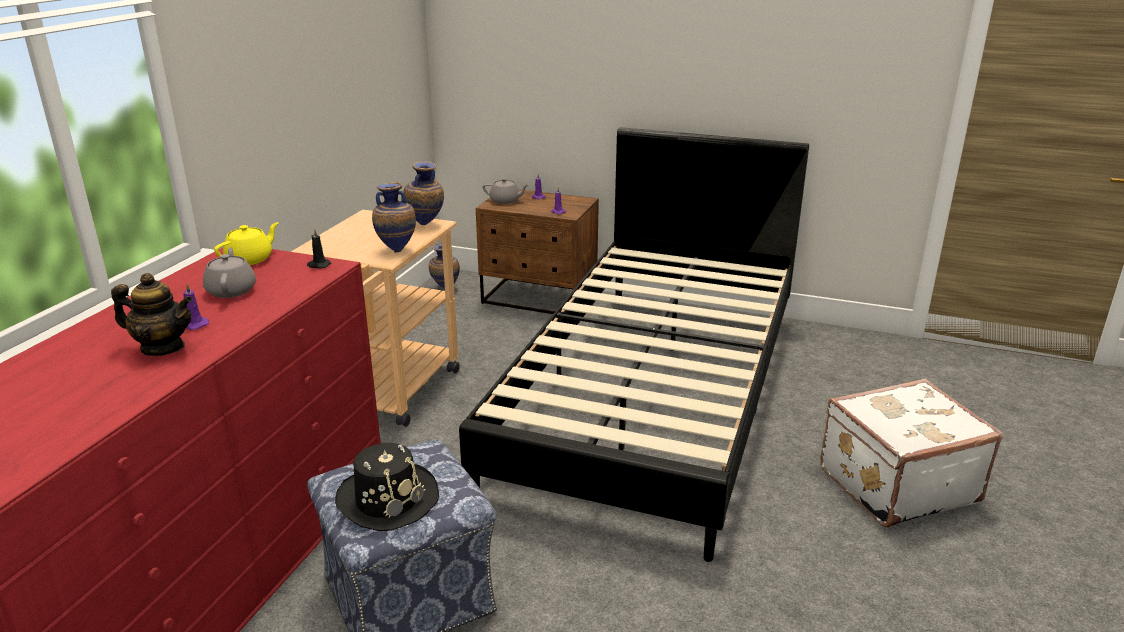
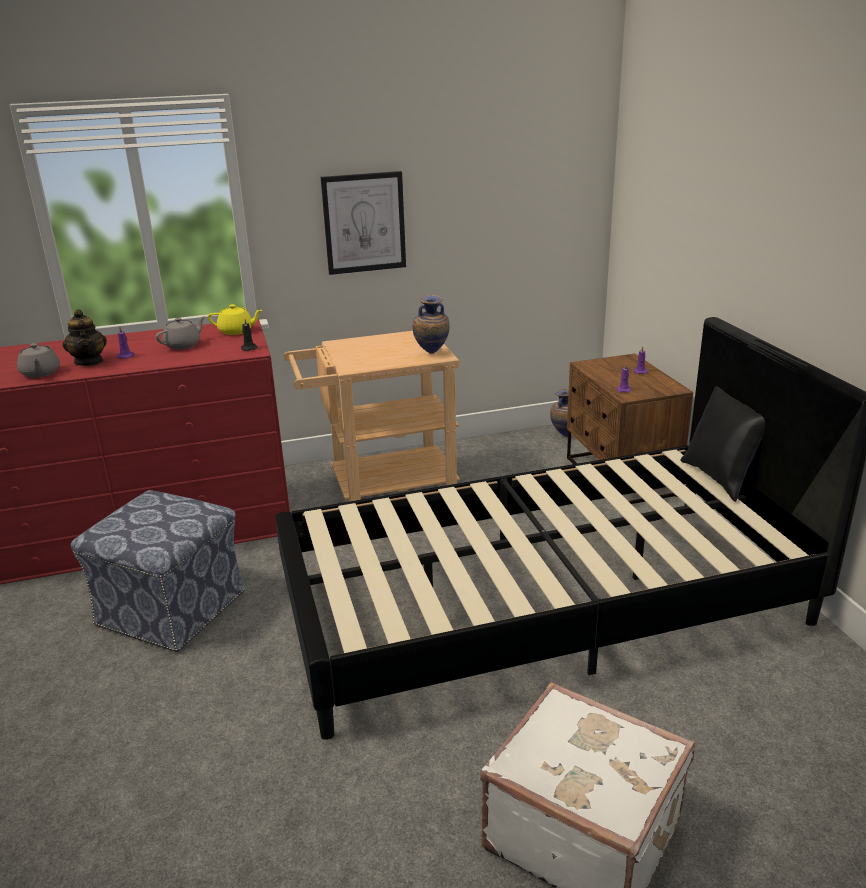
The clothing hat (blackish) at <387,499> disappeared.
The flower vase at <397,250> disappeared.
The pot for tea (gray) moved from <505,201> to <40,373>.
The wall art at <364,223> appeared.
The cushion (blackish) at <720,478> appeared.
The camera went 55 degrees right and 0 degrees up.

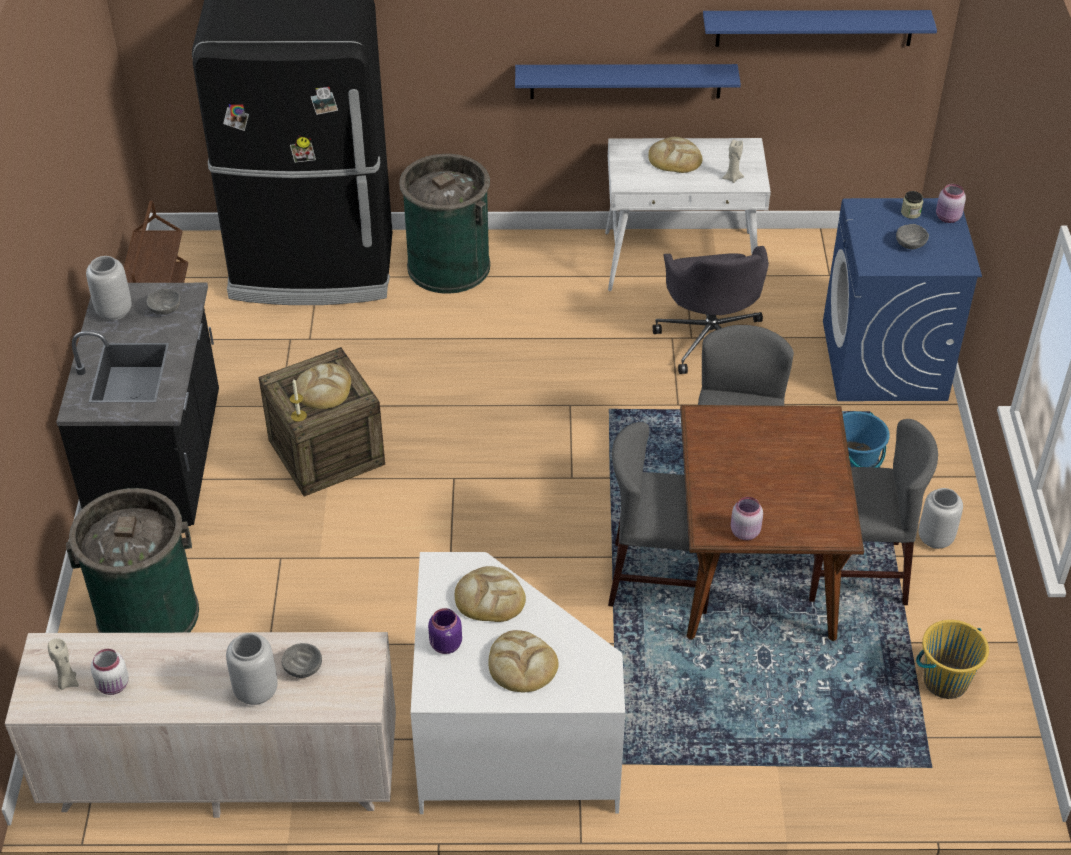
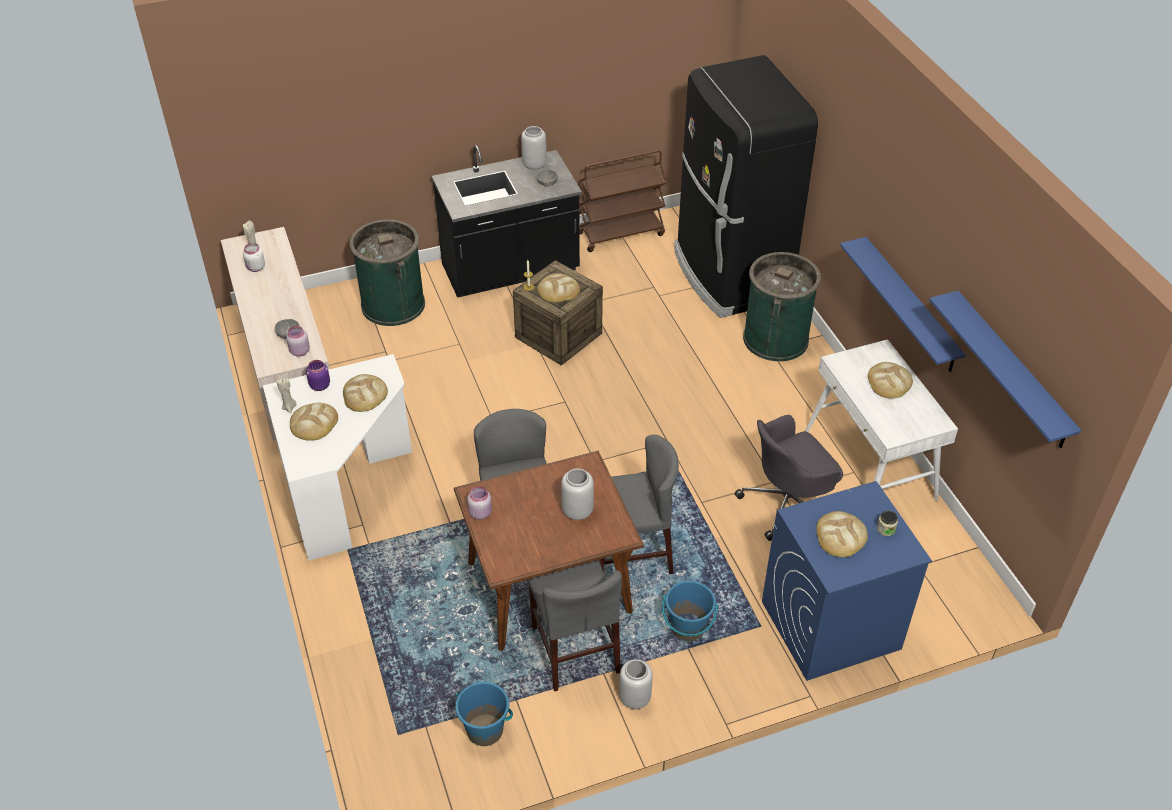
The flower vase (gray) moved from <255,692> to <577,511>.
The candle (beige-coloured) moved from <732,178> to <289,407>.
The bowl (gray) at <910,244> was replaced by the bread at <840,536>.
The bucket (yellow-coloured) at <945,681> became the bucket (bluish) at <485,730>.
The preserve jar (pink-coloured) moved from <947,218> to <299,351>.
The camera went 70 degrees right and 0 degrees up.

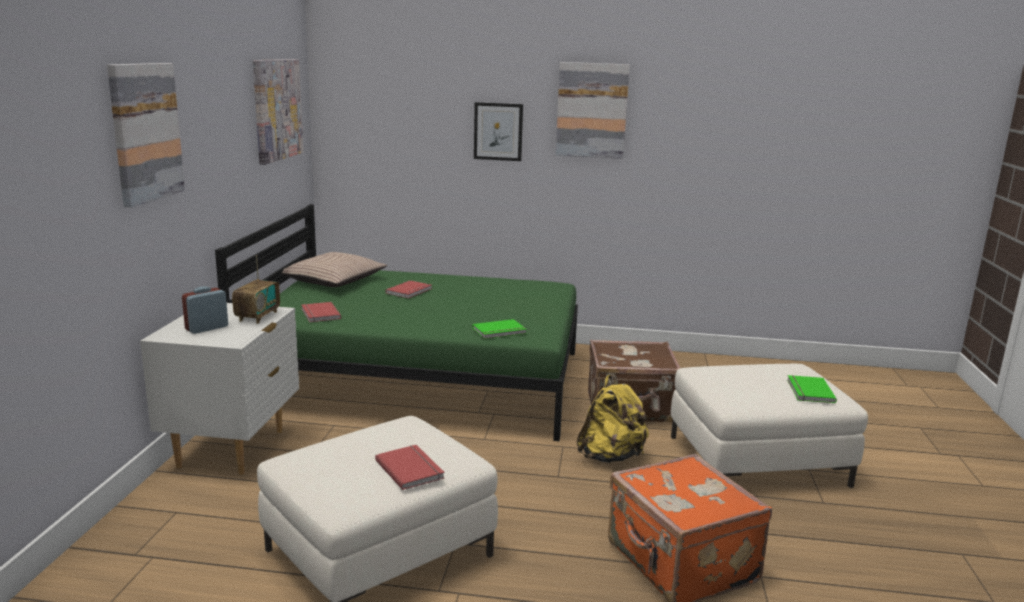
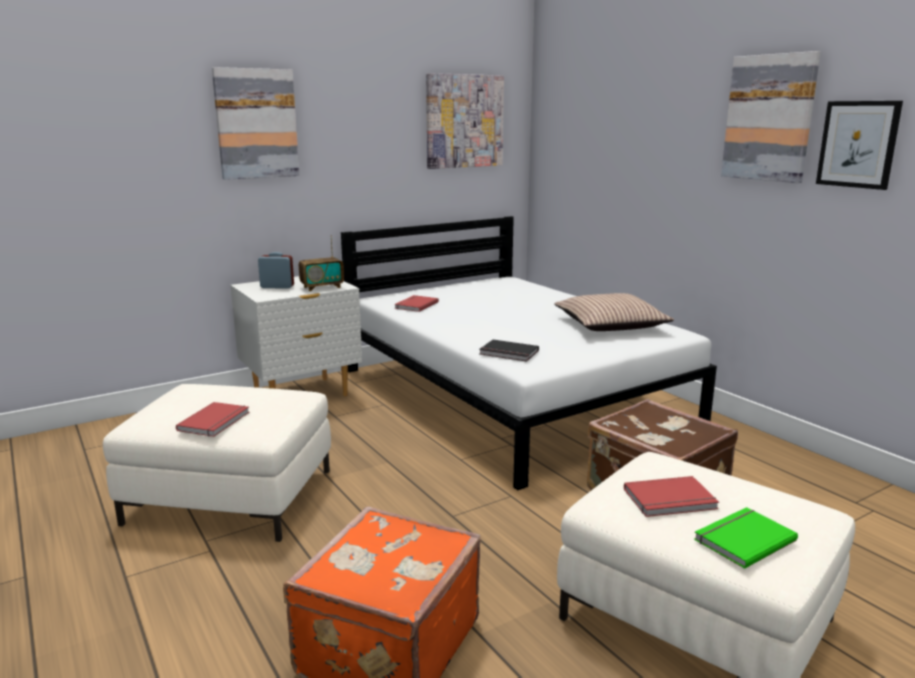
The bed (greenish) at <419,378> became the bed (white) at <512,395>.
The cushion moved from <333,280> to <610,325>.
The volume (red-coloured) moved from <410,291> to <671,500>.
The volume (greenish) at <500,331> became the volume (blackish) at <508,353>.
The wall art moved from <498,131> to <858,144>.
The rucksack (yellow-coloured) at <611,456> disappeared.
The camera went 50 degrees right and 0 degrees up.

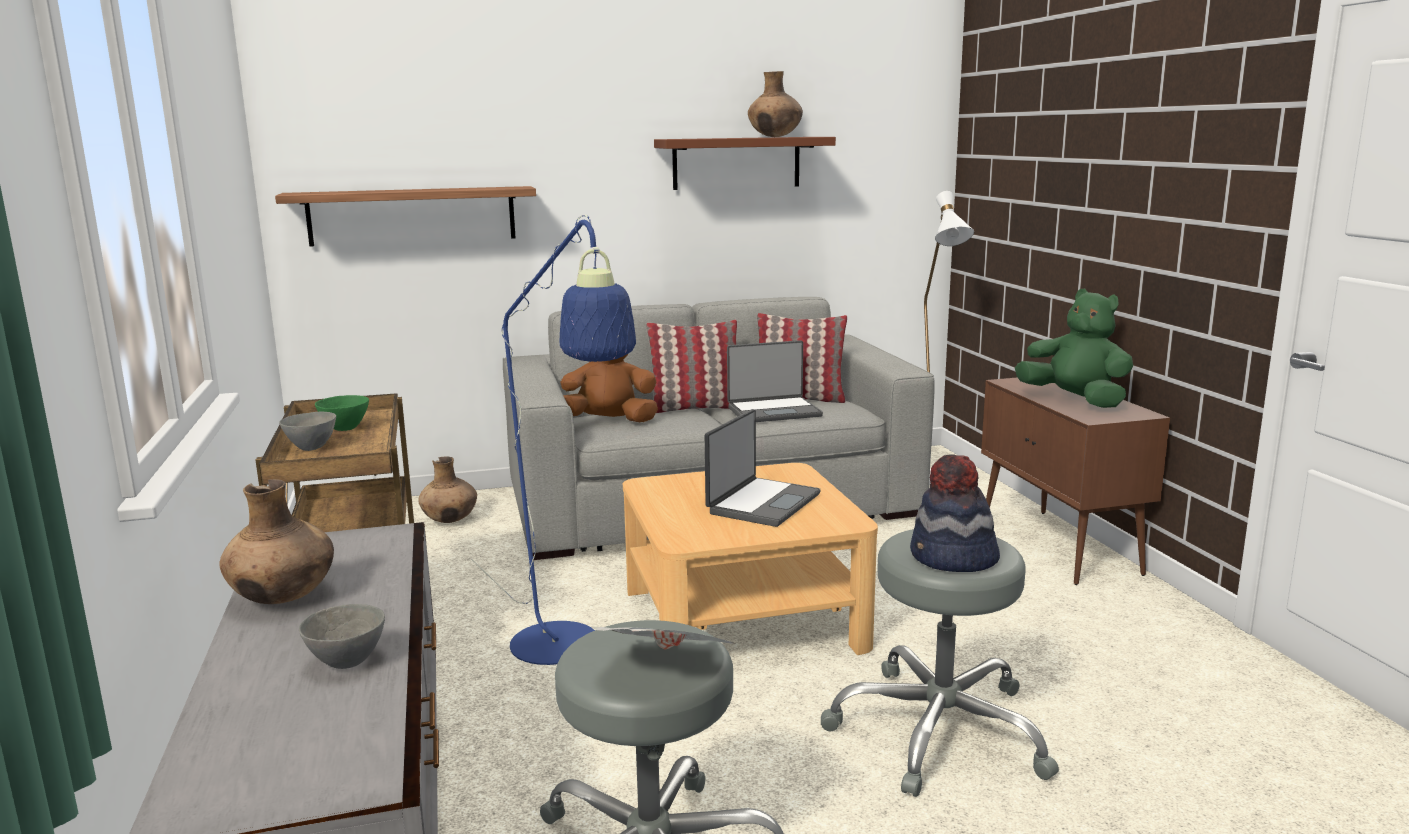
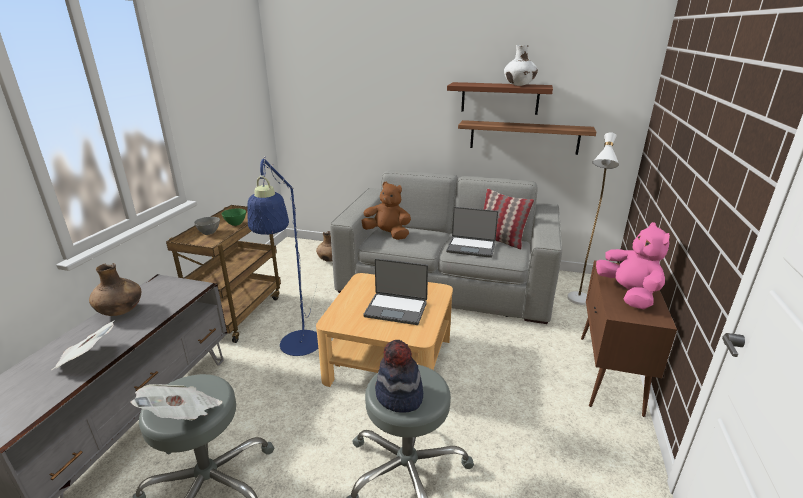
The bracket shelf moved from <412,216> to <524,137>.
The bowl (gray) at <346,662> was replaced by the printed paper at <89,358>.
The cushion at <695,408> disappeared.
The portable computer at <762,503> turned 45 degrees clockwise.
The flower vase (brownish) at <775,137> became the flower vase (white) at <519,85>.
The soft toy (greenish) at <1075,400> became the soft toy (pink-coloured) at <628,294>.
The camera went 30 degrees right and 10 degrees up.

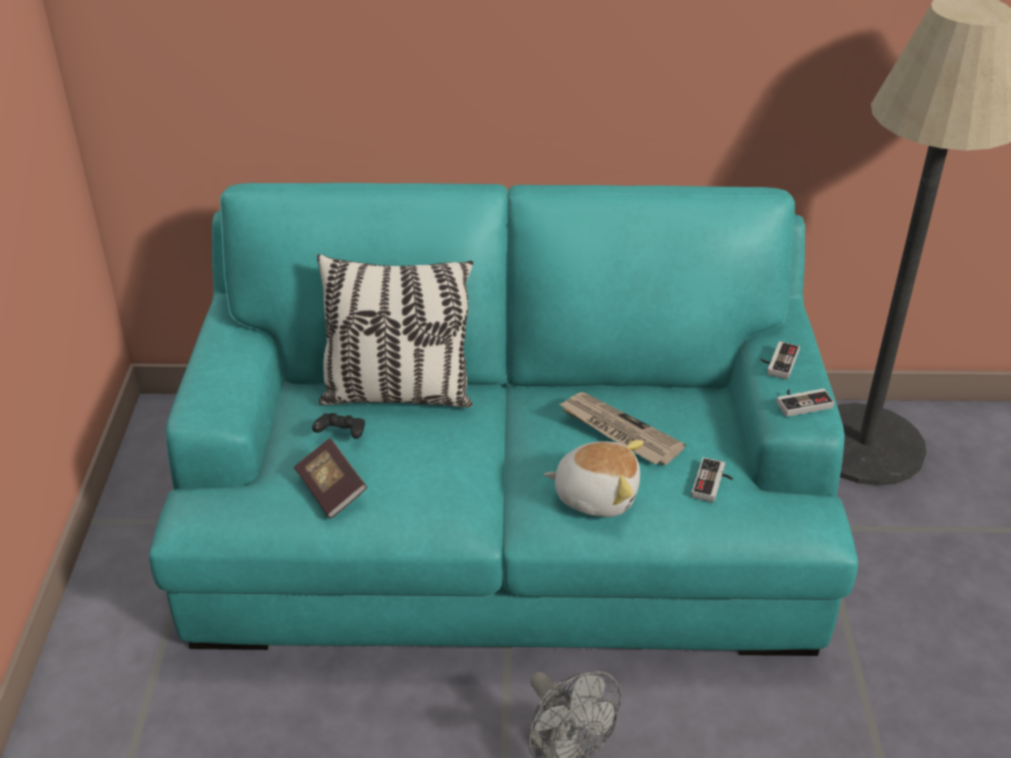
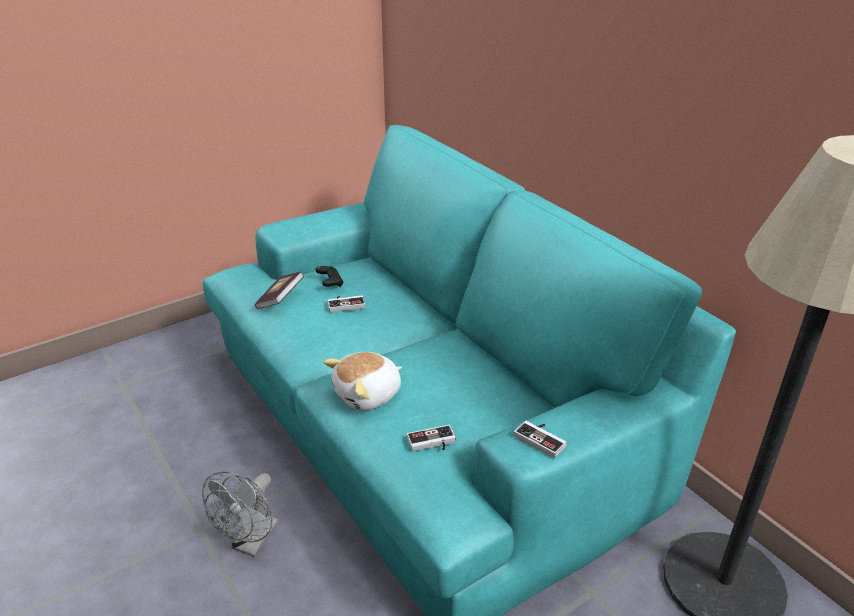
The cushion at <397,394> disappeared.
The soft toy at <596,495> turned 75 degrees clockwise.
The printed paper at <618,431> disappeared.
The joypad moved from <777,362> to <346,304>.
The camera went 55 degrees right and 5 degrees down.

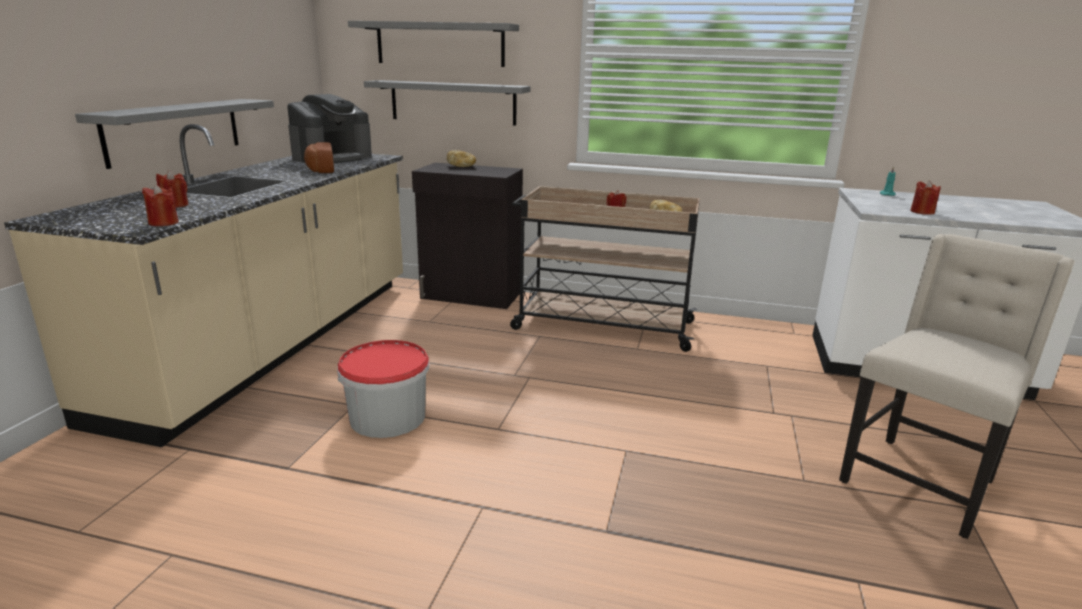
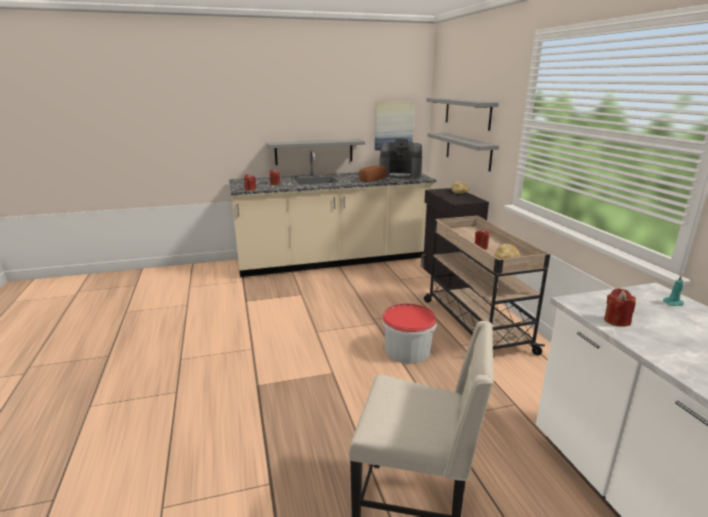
The bucket moved from <388,417> to <407,350>.
The wall art at <393,125> appeared.
The camera went 60 degrees right and 0 degrees up.

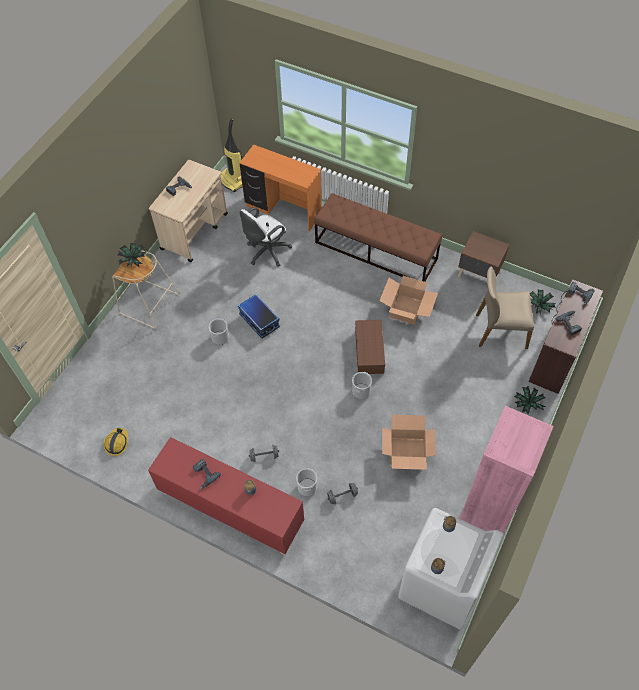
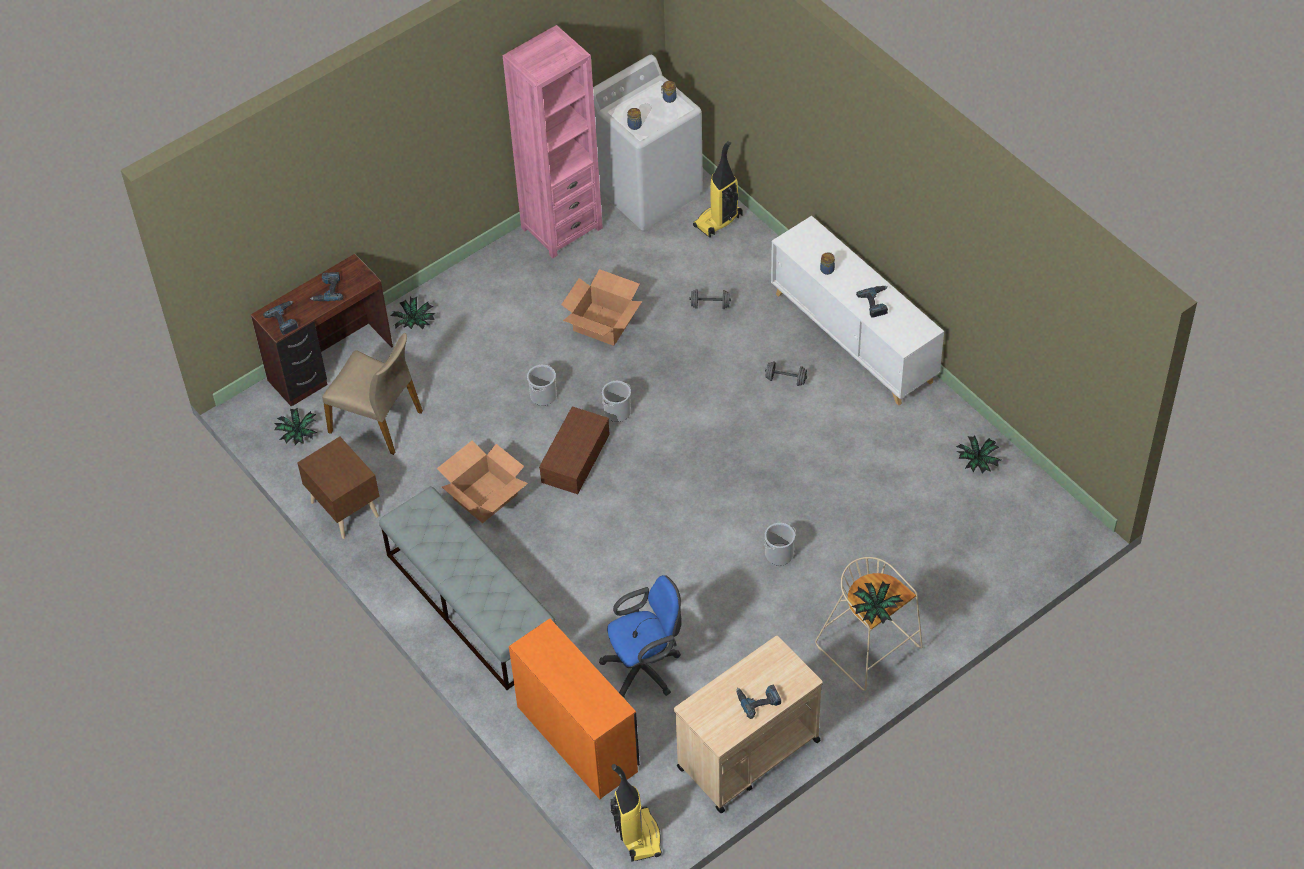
The hard hat at <117,443> was replaced by the plant in a pot at <977,461>.
The storage cabinet (red-coloured) at <230,508> became the storage cabinet (white) at <853,338>.
The storage box at <259,321> disappeared.
The desk chair (white) at <266,252> became the desk chair (bluish) at <645,668>.
The bucket moved from <307,487> to <543,395>.
The indoor bench (brownish) at <376,251> became the indoor bench (gray) at <470,604>.
The hoover at <718,221> appeared.
The camera went 155 degrees left and 5 degrees down.

